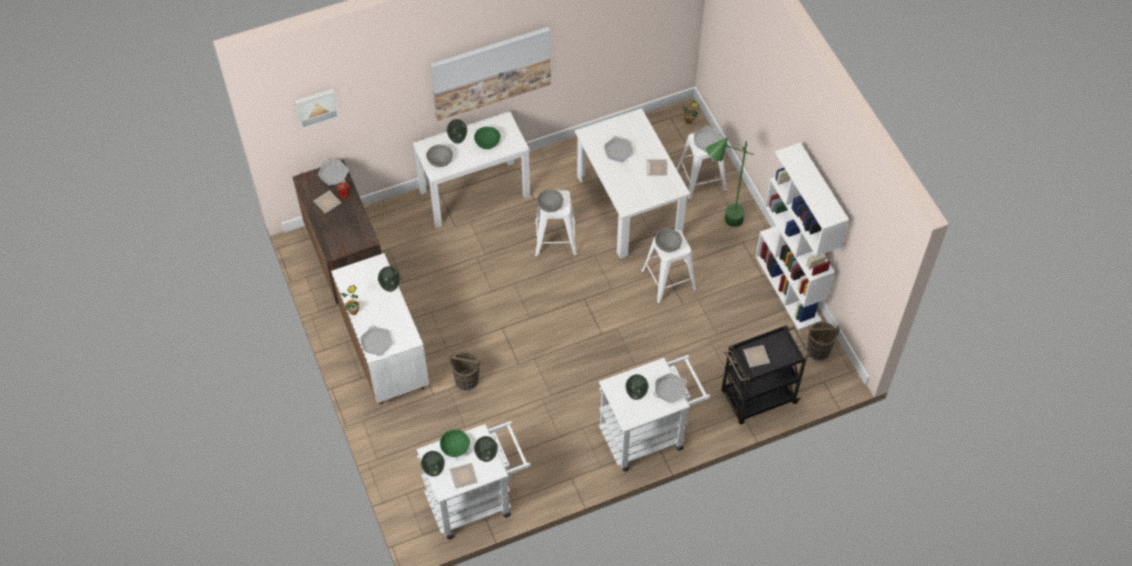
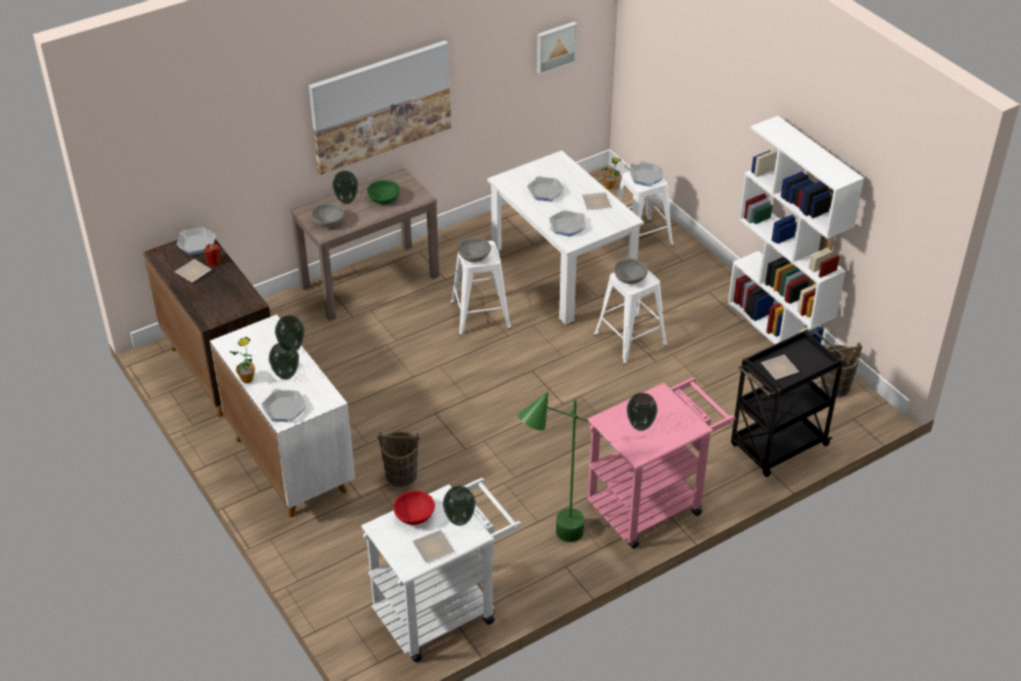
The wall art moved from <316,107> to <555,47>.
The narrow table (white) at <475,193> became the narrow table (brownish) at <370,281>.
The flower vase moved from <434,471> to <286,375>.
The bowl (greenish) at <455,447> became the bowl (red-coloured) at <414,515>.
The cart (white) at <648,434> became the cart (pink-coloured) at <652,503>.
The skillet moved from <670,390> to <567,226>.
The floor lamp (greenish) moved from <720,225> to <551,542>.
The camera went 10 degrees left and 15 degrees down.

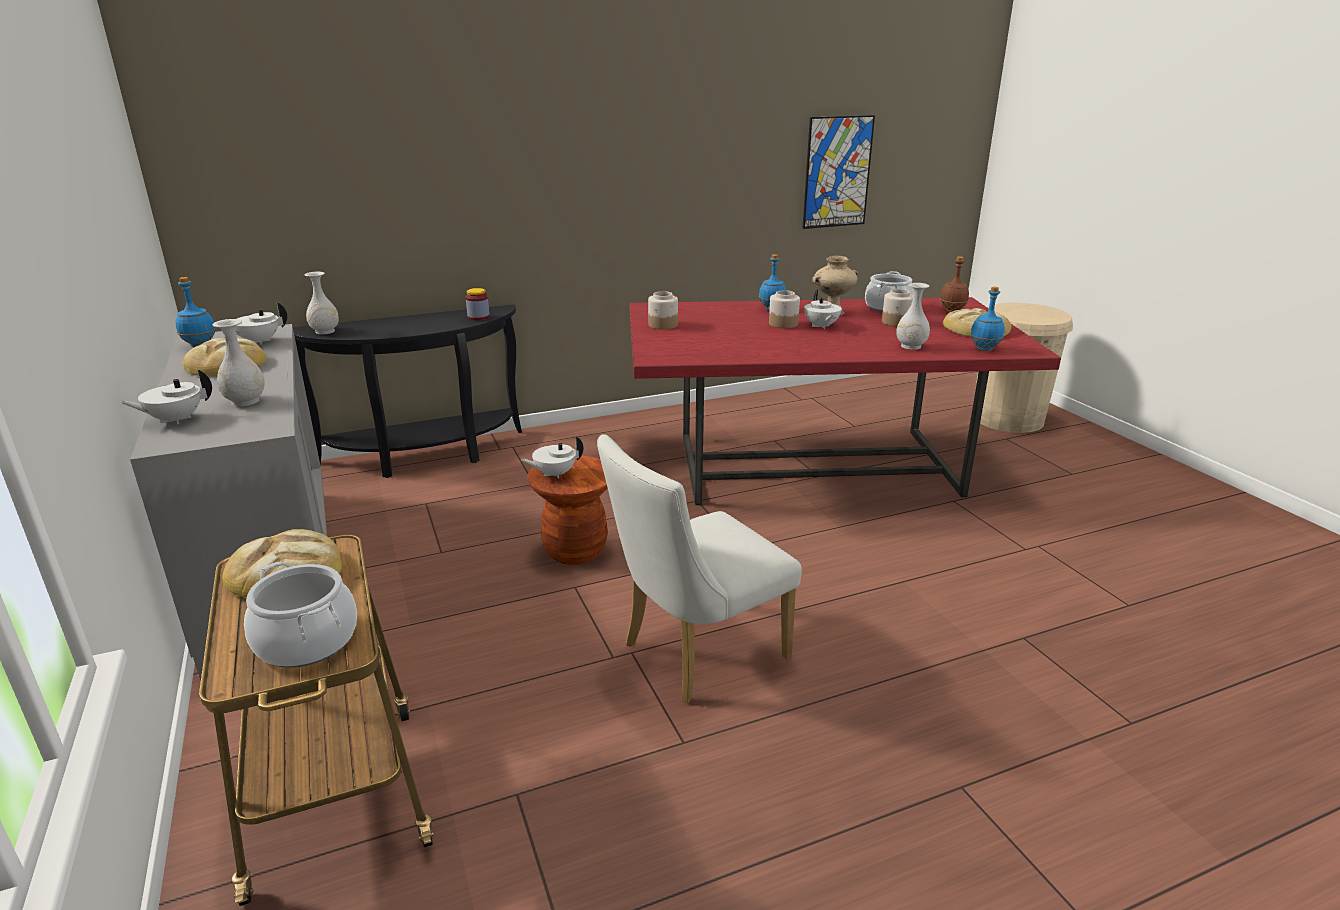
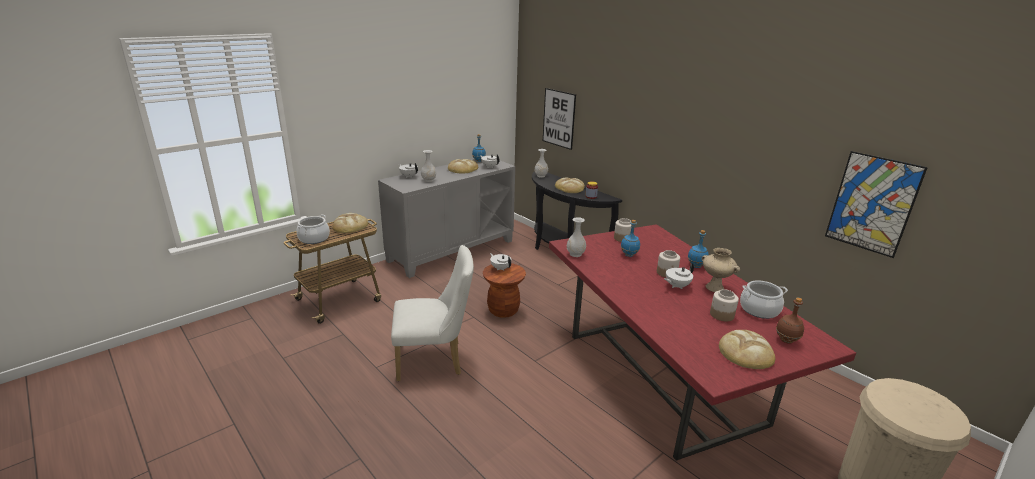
The chair (white) at <695,654> turned 135 degrees clockwise.
The flower vase (white) moved from <910,346> to <575,254>.
The beverage bottle (bluish) moved from <985,349> to <629,255>.
The wall art at <559,118> appeared.
The bread at <570,188> appeared.
The camera went 70 degrees right and 0 degrees up.

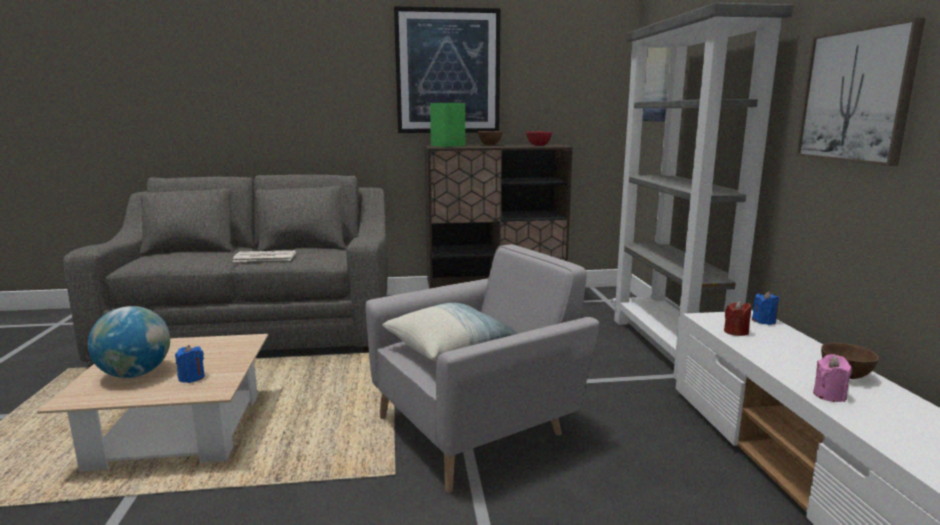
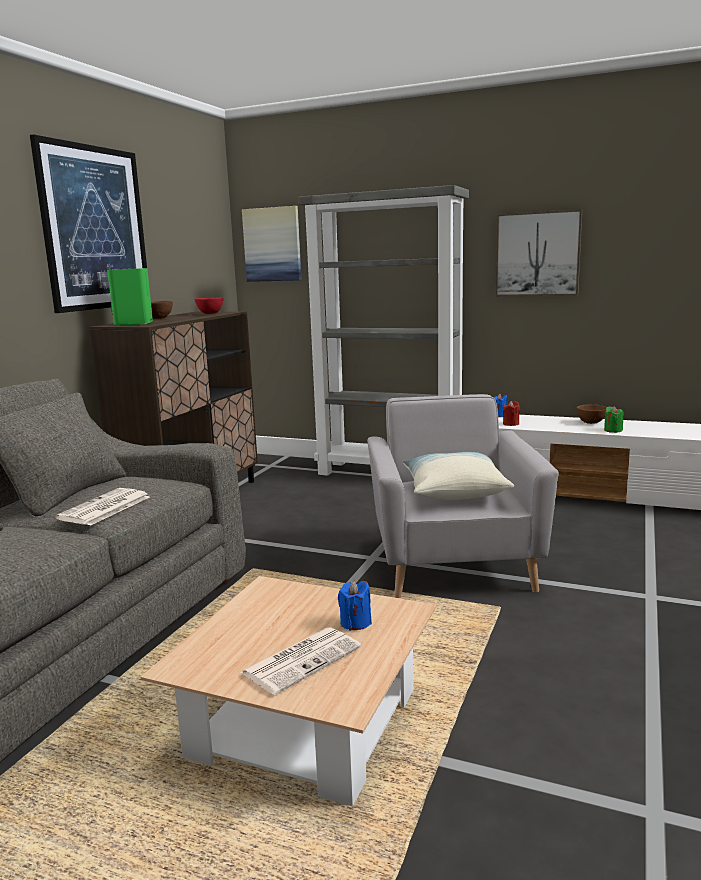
The globe at <135,374> was replaced by the printed paper at <302,659>.
The candle (pink-coloured) at <829,395> became the candle (greenish) at <613,430>.
The camera went 60 degrees left and 0 degrees up.

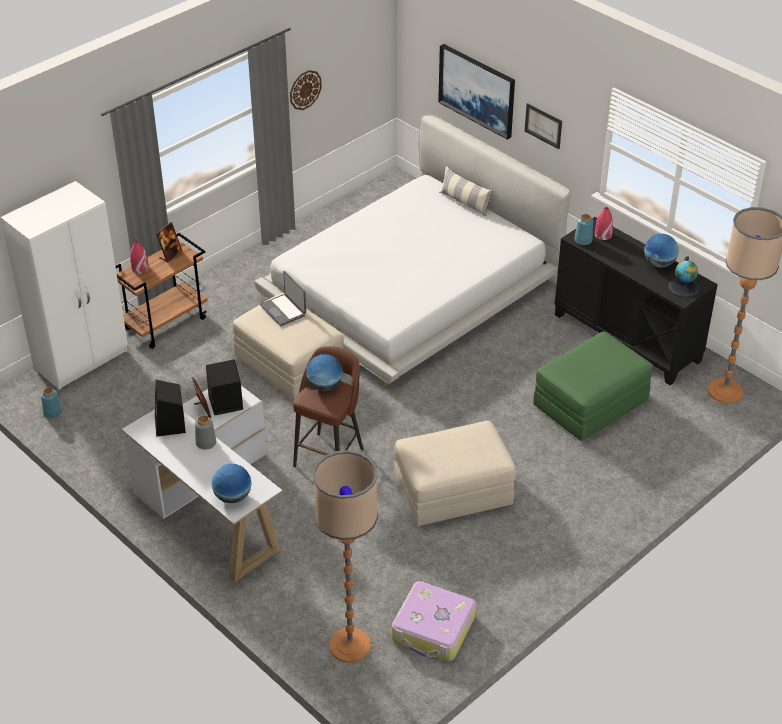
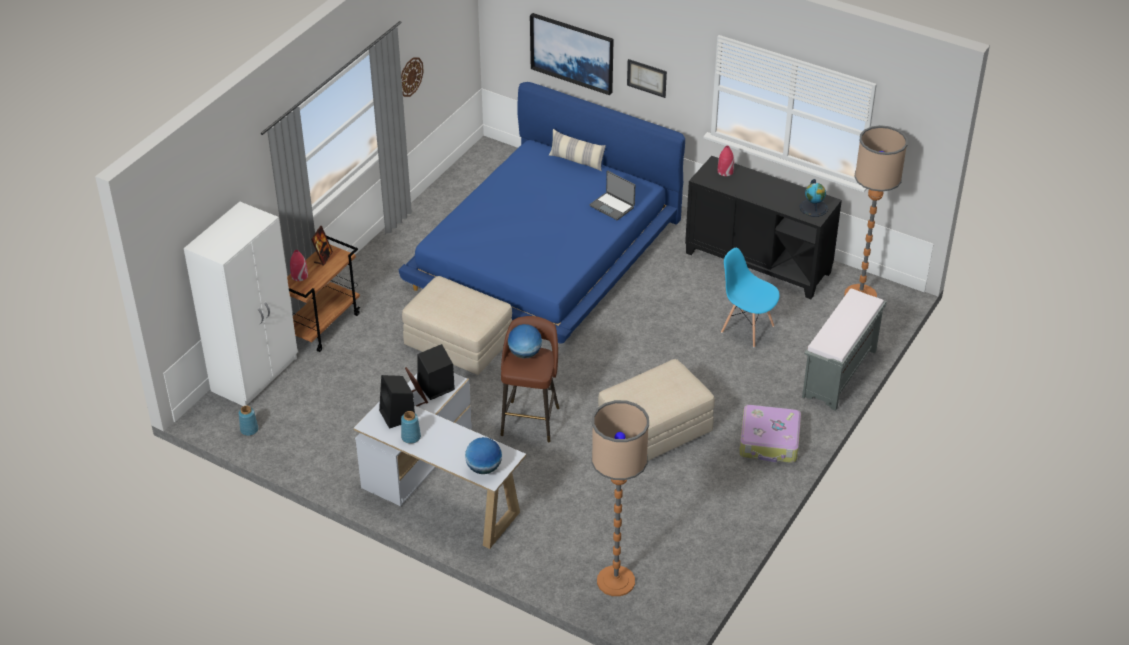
The flower vase (gray) at <206,443> disappeared.
The bed (white) at <412,289> became the bed (bluish) at <545,252>.
The portable computer moved from <284,310> to <612,206>.
The suitcase moved from <433,629> to <769,442>.
The ottoman (greenish) at <590,404> was replaced by the chair (bluish) at <747,328>.
The flower vase (bluish) moved from <583,240> to <411,437>.
The globe at <659,264> disappeared.
The indoor bench (gray) at <839,374> appeared.
The camera went 15 degrees left and 0 degrees up.

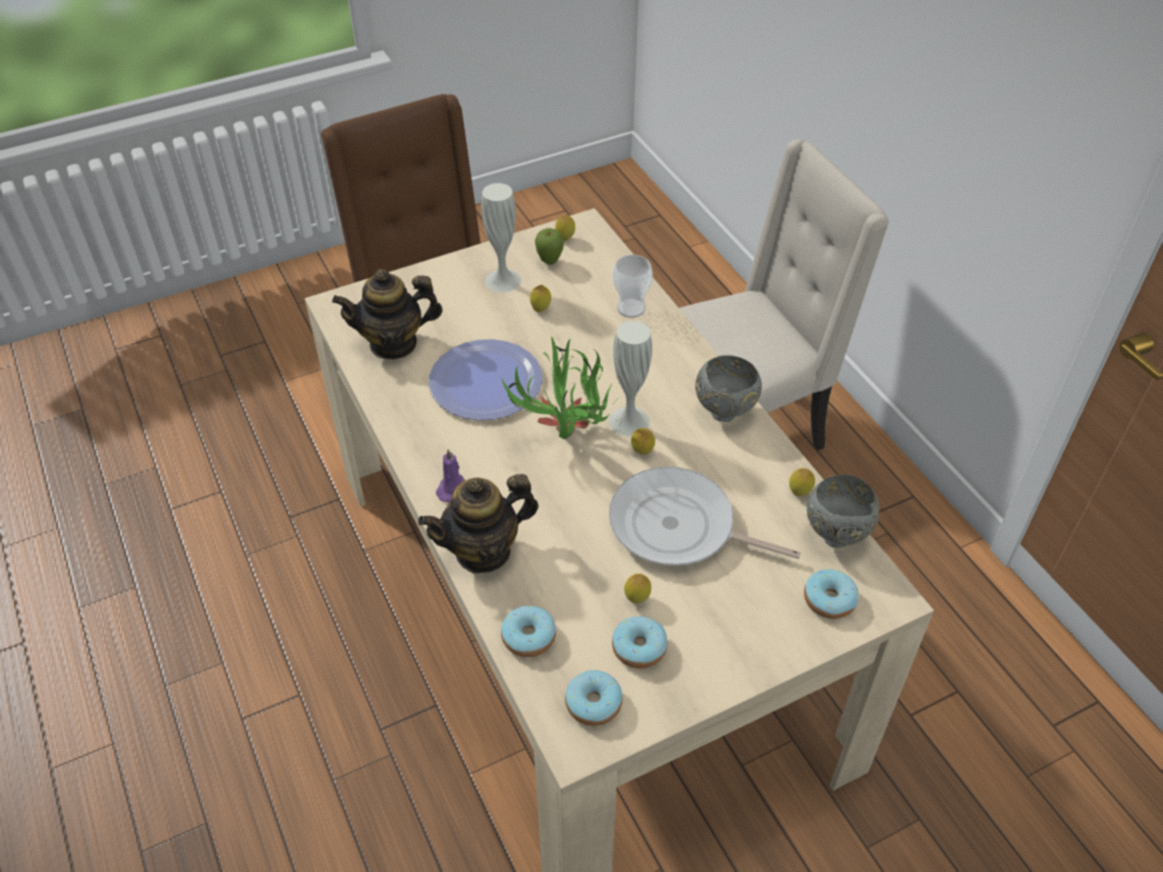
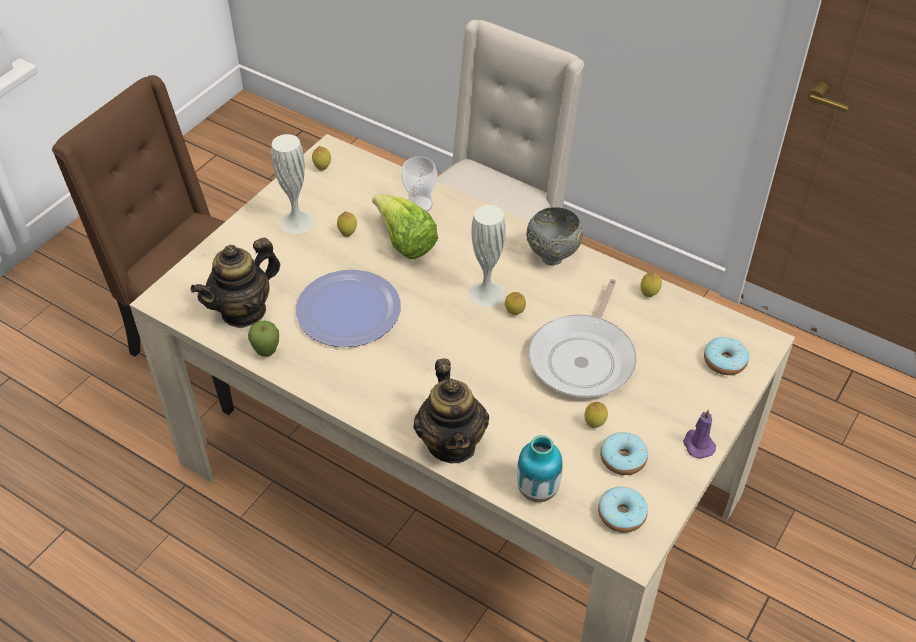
The pot for tea at <483,551> turned 45 degrees counterclockwise.
The candle (purplish) moved from <453,489> to <697,444>.
The donut at <528,637> was replaced by the flower vase at <537,490>.
The plant in a pot at <565,442> disappeared.
The whole apple moved from <549,262> to <267,353>.
The skillet at <679,527> turned 60 degrees counterclockwise.
The bowl (gray) at <835,535> disappeared.
The lettuce at <405,242> appeared.
The camera went 30 degrees left and 0 degrees up.

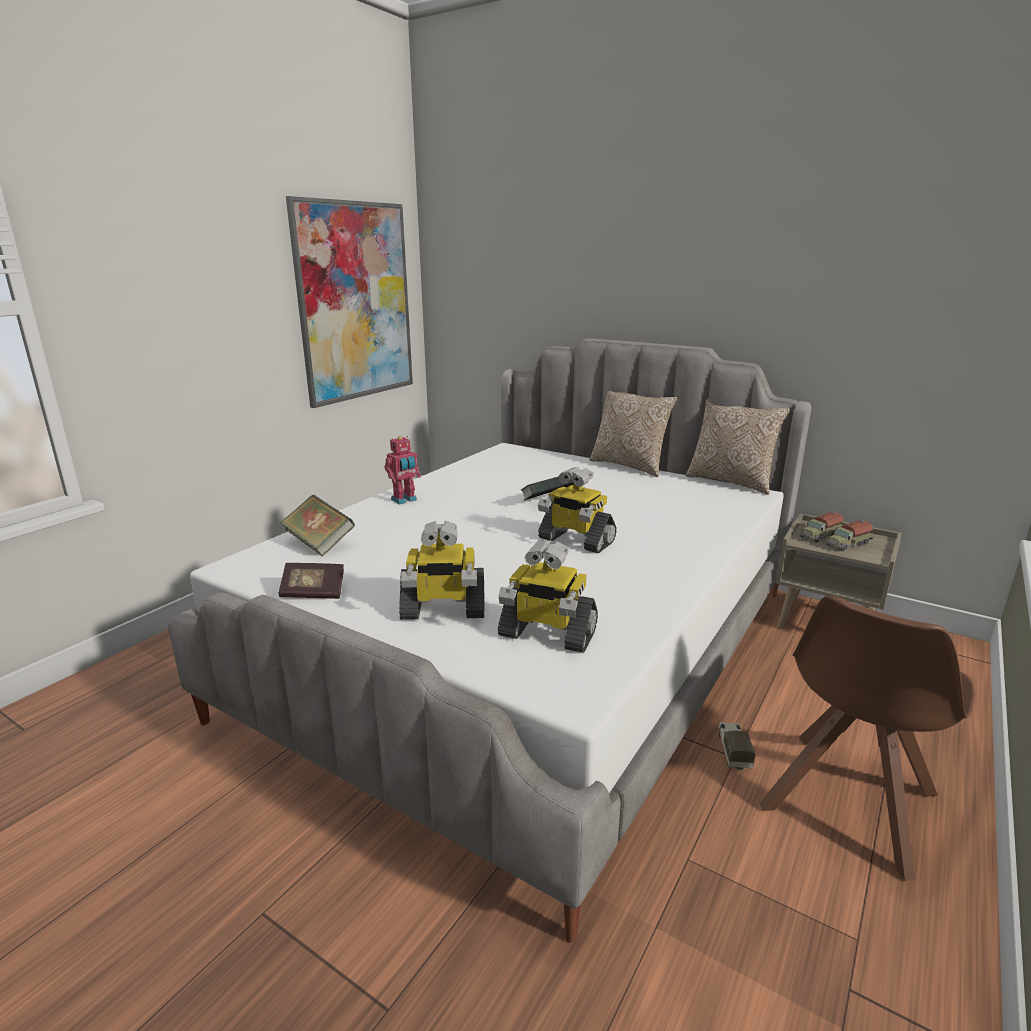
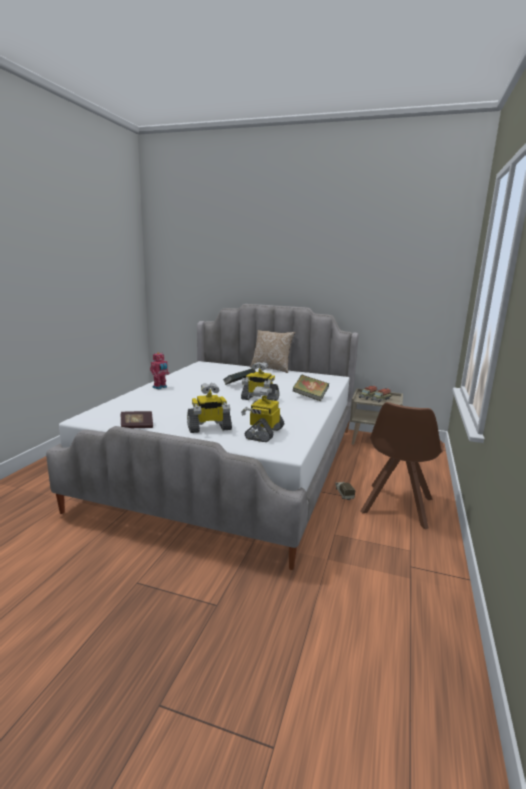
The volume moved from <319,543> to <310,397>.
The wall art at <355,302> disappeared.
The model robot at <546,634> turned 105 degrees clockwise.
The cushion at <731,481> disappeared.
The camera went 15 degrees left and 5 degrees down.

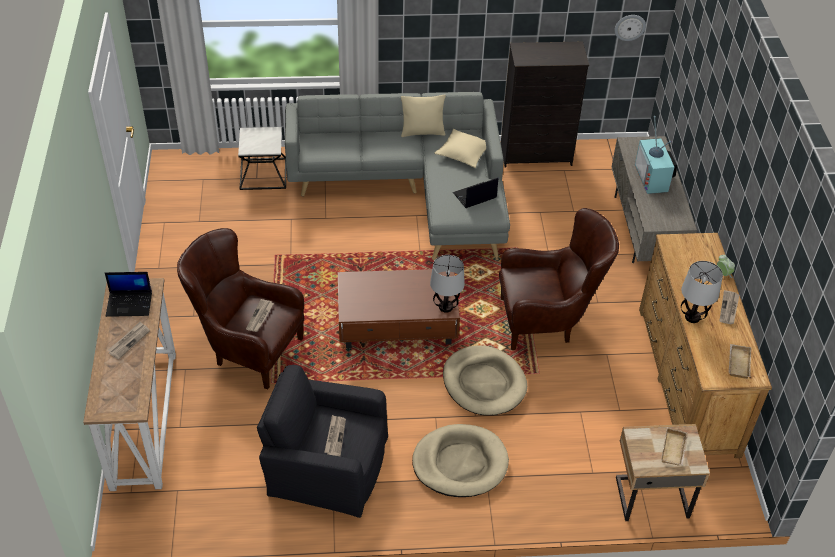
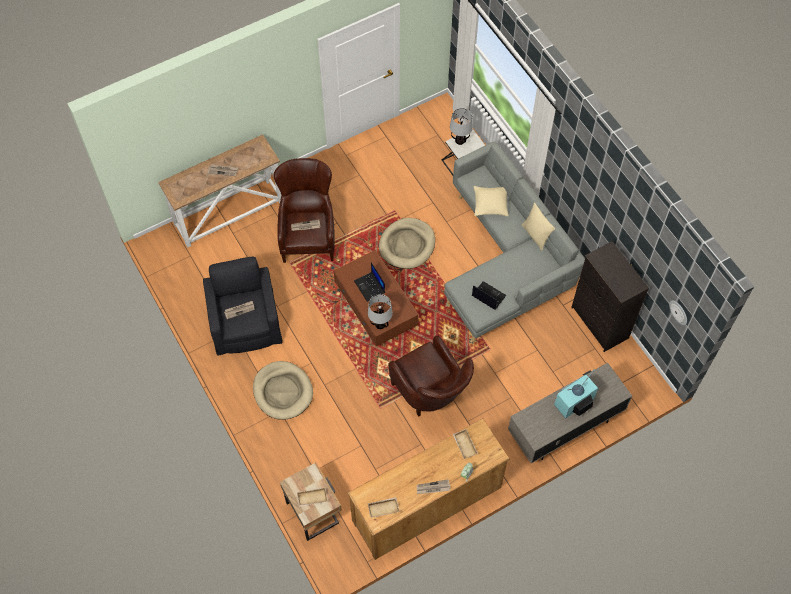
The portable computer moved from <130,304> to <370,287>.
The cushion (beige-coloured) moved from <463,153> to <490,204>.
The pet bed (beige-coloured) moved from <484,383> to <407,245>.
The lamp for a table moved from <692,317> to <459,140>.
The serving tray (beige-coloured) at <464,445> appeared.
The camera went 65 degrees right and 15 degrees up.

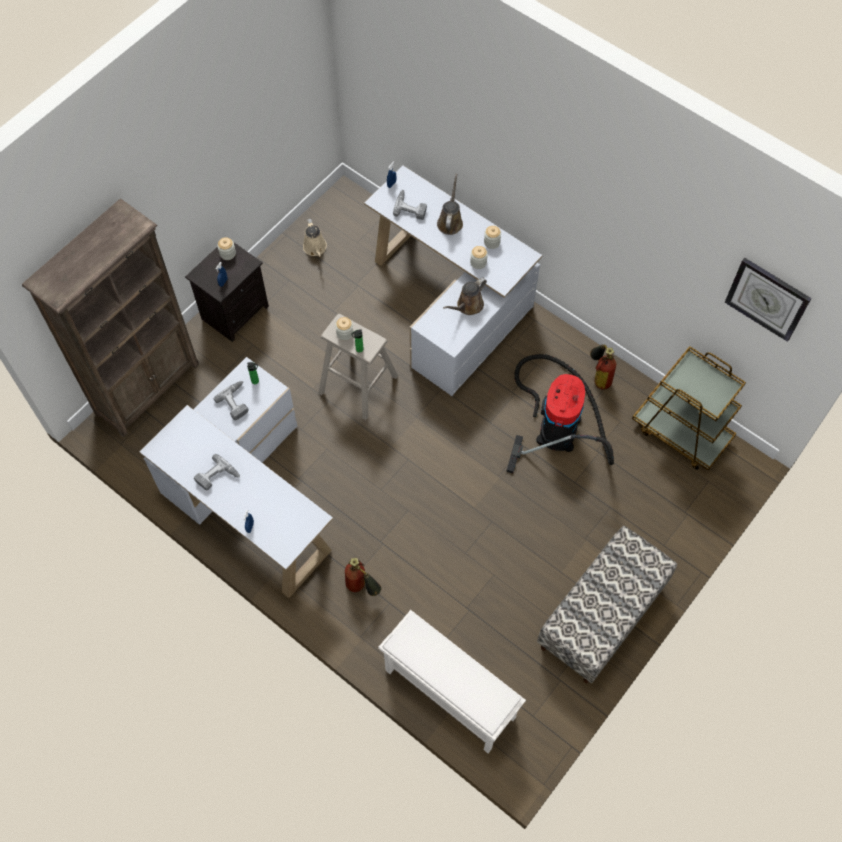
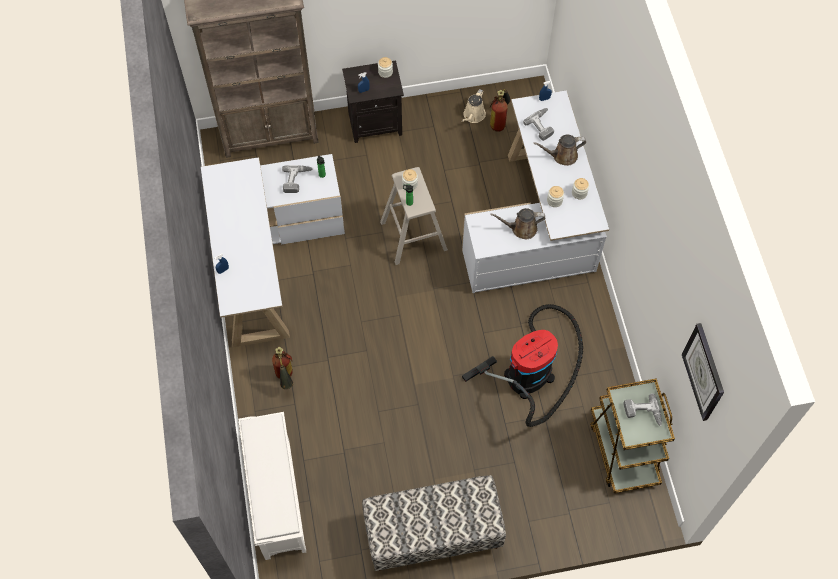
The power drill moved from <218,477> to <642,413>.
The watering can (brownish) at <450,221> turned 150 degrees counterclockwise.
The extinguisher moved from <599,377> to <499,121>.
The camera went 40 degrees right and 0 degrees up.

